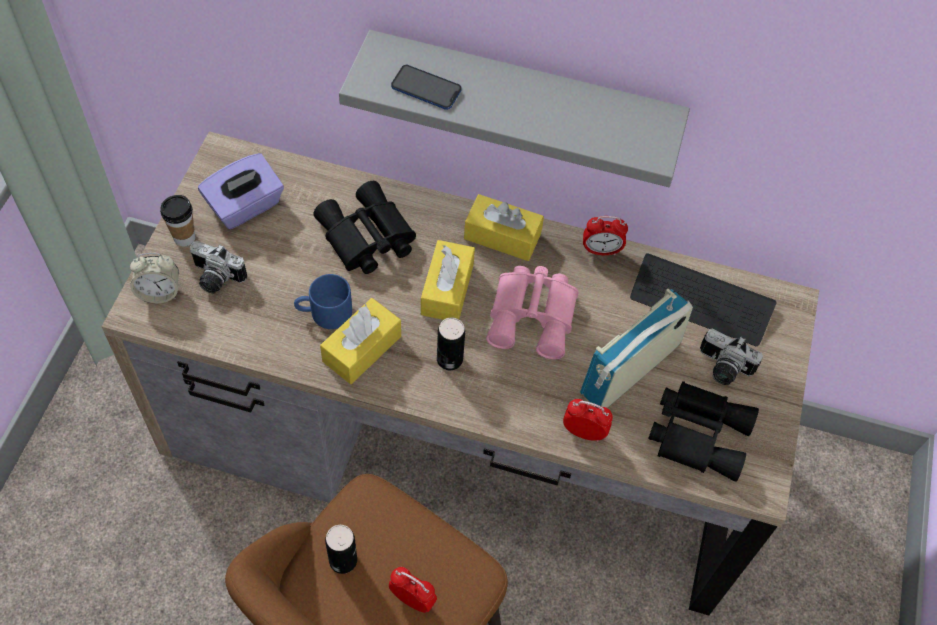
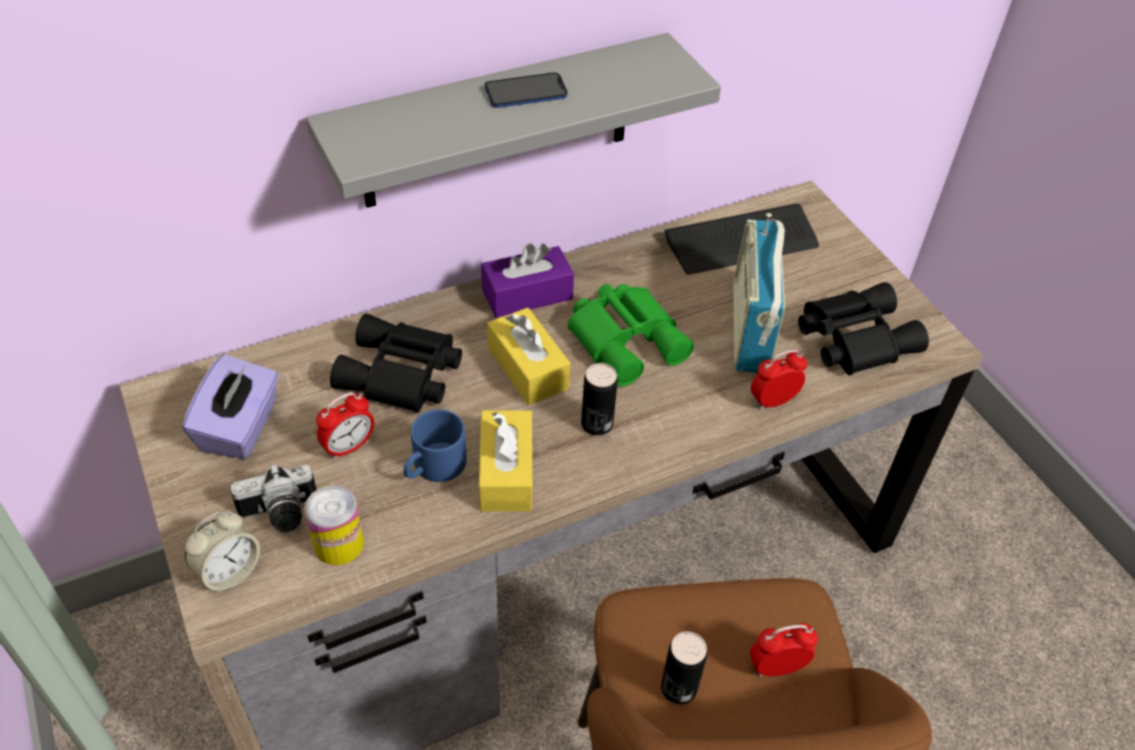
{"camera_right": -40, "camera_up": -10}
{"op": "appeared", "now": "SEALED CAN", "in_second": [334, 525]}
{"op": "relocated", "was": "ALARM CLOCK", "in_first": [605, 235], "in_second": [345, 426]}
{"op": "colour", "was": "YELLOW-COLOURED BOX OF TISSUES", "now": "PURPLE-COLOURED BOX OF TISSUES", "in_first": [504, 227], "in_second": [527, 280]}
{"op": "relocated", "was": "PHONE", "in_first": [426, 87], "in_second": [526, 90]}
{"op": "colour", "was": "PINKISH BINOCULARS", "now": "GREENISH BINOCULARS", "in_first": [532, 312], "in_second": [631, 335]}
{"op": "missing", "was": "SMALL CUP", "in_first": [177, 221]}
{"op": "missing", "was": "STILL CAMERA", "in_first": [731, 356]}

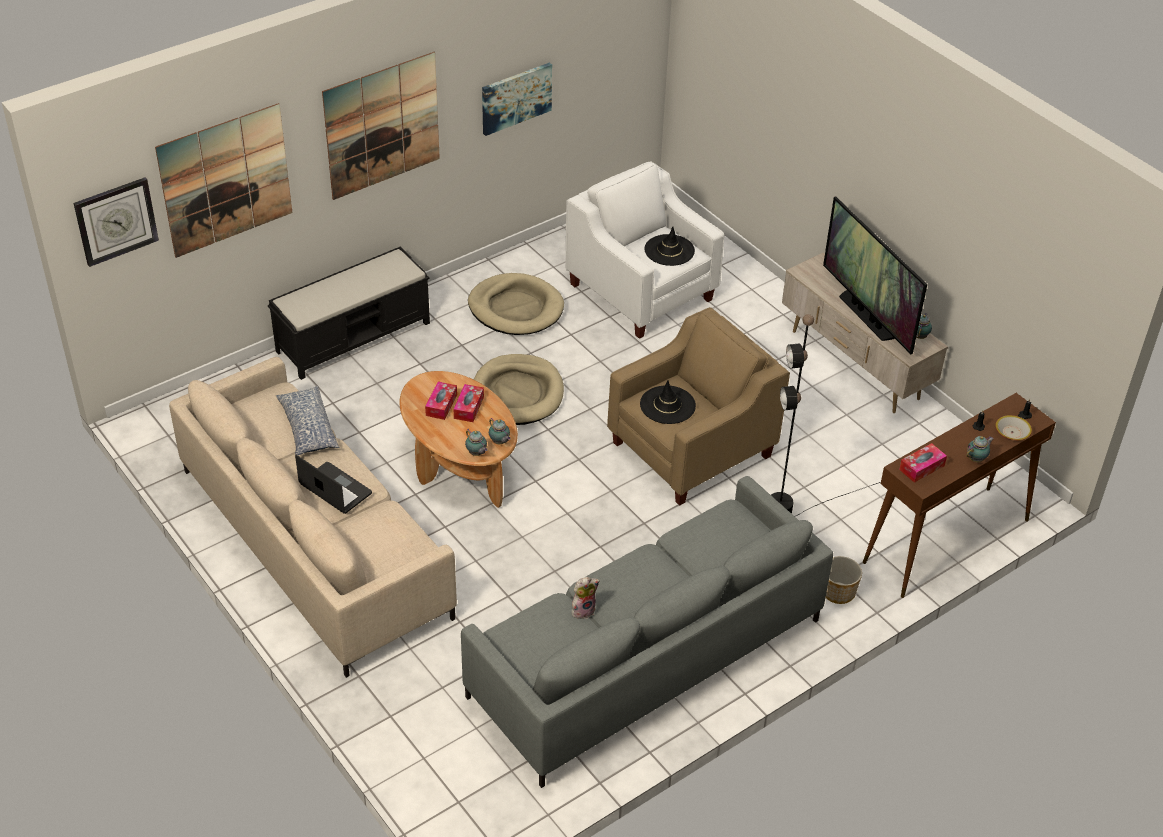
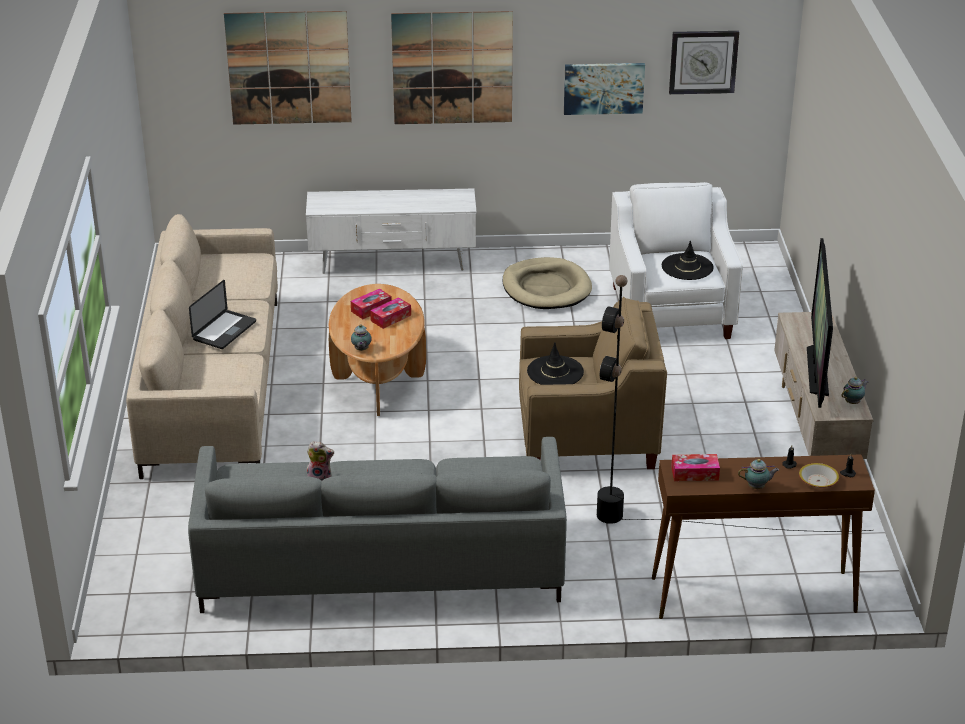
{"camera_right": 35, "camera_up": -10}
{"op": "spun", "was": "LAPTOP", "in_first": [333, 484], "in_second": [222, 314], "clockwise": 45}
{"op": "exchanged", "was": "BLACK-COLOURED BENCH", "now": "WHITE MEDIA CONSOLE", "in_first": [349, 313], "in_second": [391, 231]}
{"op": "relocated", "was": "CLOCK ON THE WALL", "in_first": [116, 222], "in_second": [704, 62]}
{"op": "missing", "was": "CUSHION", "in_first": [307, 420]}
{"op": "missing", "was": "SAND-COLOURED DOG BED", "in_first": [519, 389]}
{"op": "missing", "was": "TEAPOT", "in_first": [500, 431]}
{"op": "missing", "was": "PLANT POT", "in_first": [844, 580]}

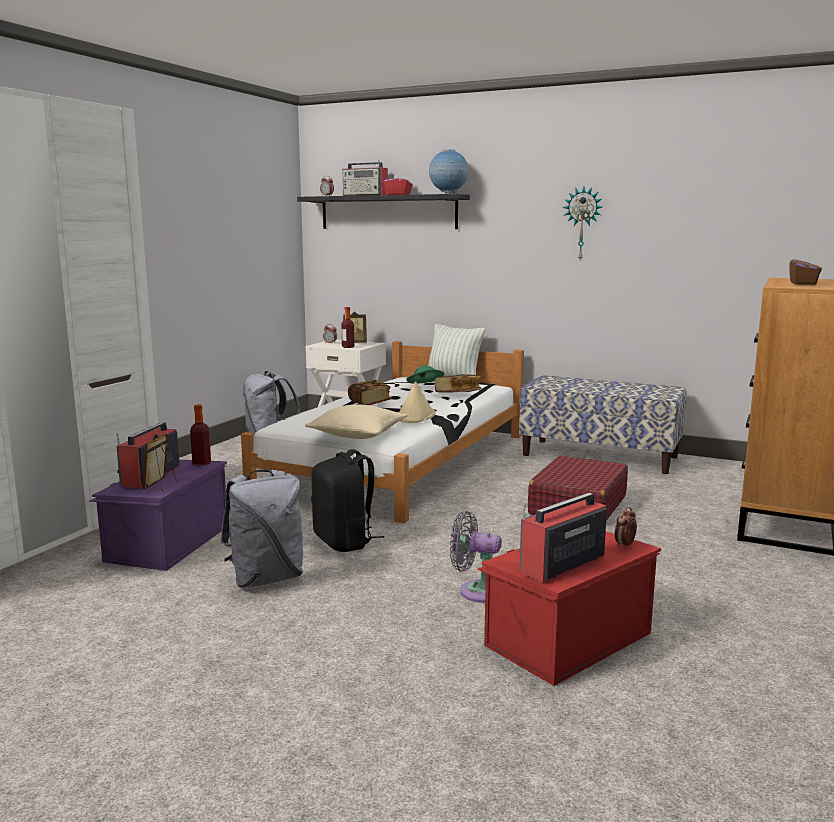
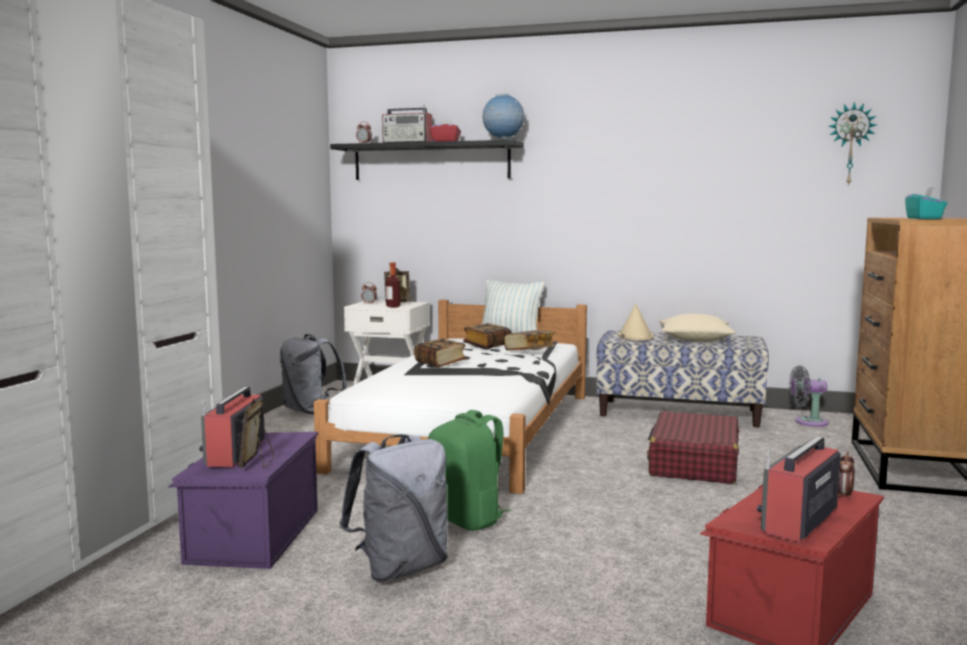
{"camera_right": -10, "camera_up": -5}
{"op": "colour", "was": "BLACK-COLOURED KNAPSACK", "now": "GREENISH KNAPSACK", "in_first": [347, 500], "in_second": [470, 470]}
{"op": "exchanged", "was": "GREENISH CLOTHING HAT", "now": "BOUND BOOK", "in_first": [425, 375], "in_second": [487, 336]}
{"op": "relocated", "was": "SAND-COLOURED CLOTHING HAT", "in_first": [416, 402], "in_second": [636, 322]}
{"op": "relocated", "was": "SAND-COLOURED CUSHION", "in_first": [356, 422], "in_second": [697, 327]}
{"op": "relocated", "was": "GREYISH FAN", "in_first": [476, 557], "in_second": [809, 396]}
{"op": "relocated", "was": "CLOCK ON THE WALL", "in_first": [582, 223], "in_second": [852, 144]}
{"op": "colour", "was": "BROWN BOX OF TISSUES", "now": "TURQUOISE BOX OF TISSUES", "in_first": [805, 269], "in_second": [926, 202]}
{"op": "missing", "was": "BOTTLE", "in_first": [200, 435]}

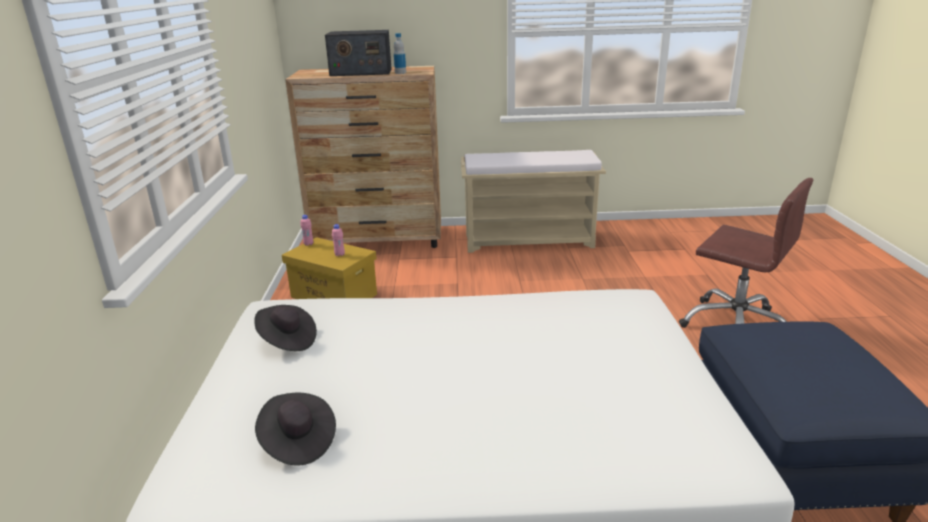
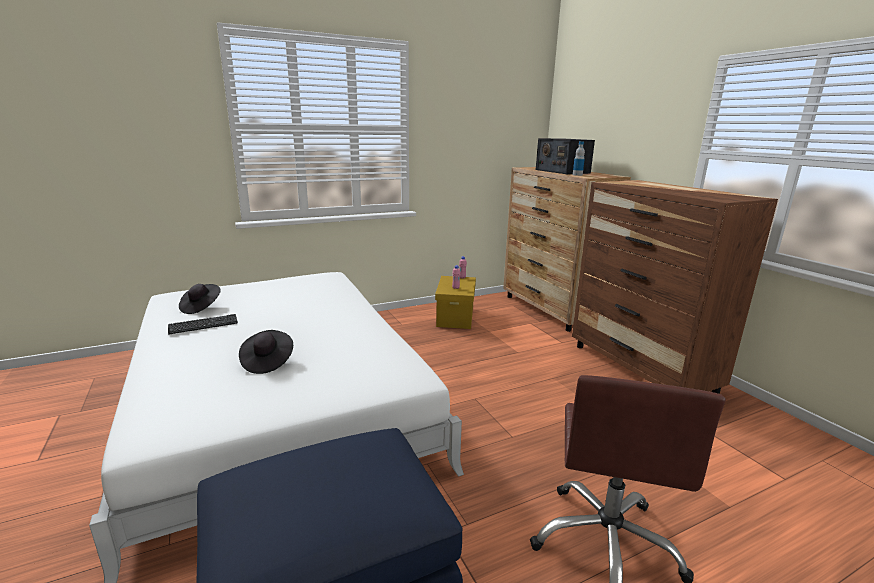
{"camera_right": 65, "camera_up": -5}
{"op": "appeared", "now": "COMPUTER KEYBOARD", "in_second": [203, 324]}
{"op": "relocated", "was": "BLACK-COLOURED CLOTHING HAT", "in_first": [285, 328], "in_second": [266, 352]}
{"op": "exchanged", "was": "SAND-COLOURED BENCH", "now": "BROWN CHEST OF DRAWERS", "in_first": [533, 201], "in_second": [675, 287]}

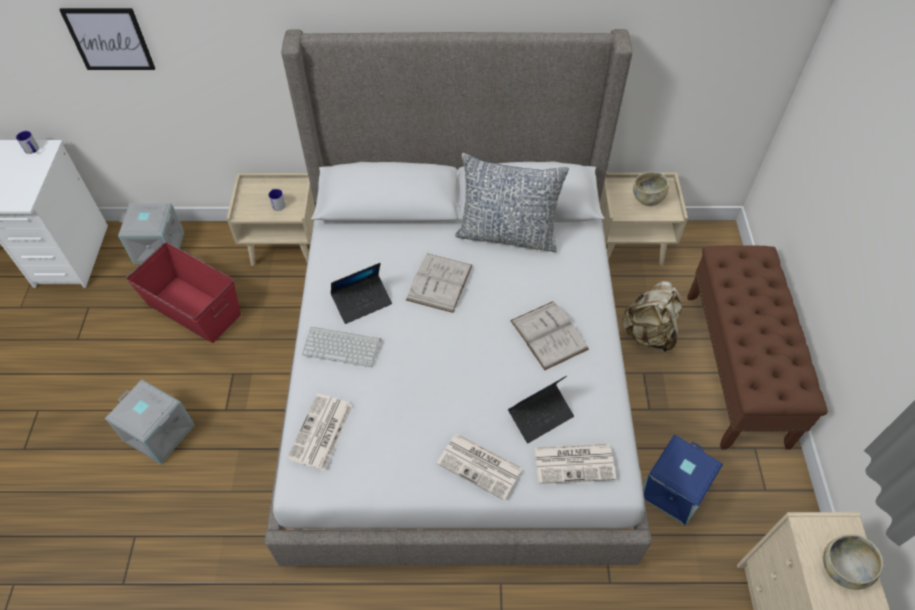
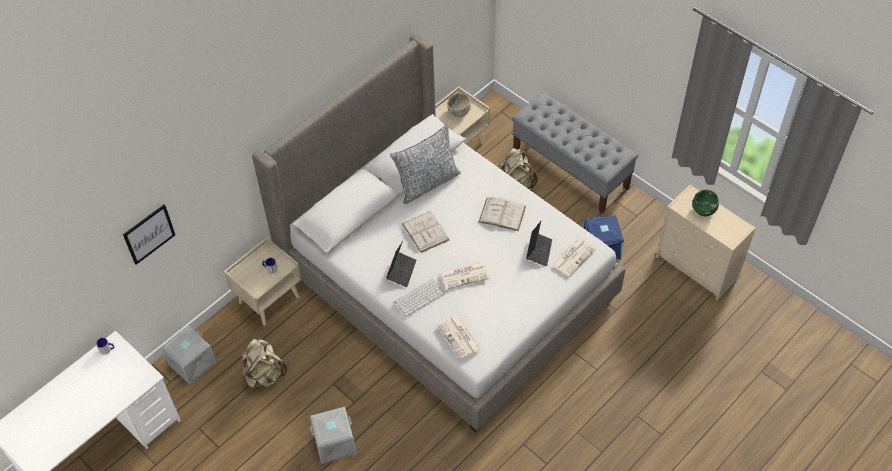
{"camera_right": -45, "camera_up": 0}
{"op": "exchanged", "was": "REDDISH STORAGE BIN", "now": "SAND-COLOURED KNAPSACK", "in_first": [183, 292], "in_second": [264, 363]}
{"op": "relocated", "was": "NEWSPAPER", "in_first": [480, 467], "in_second": [465, 275]}
{"op": "colour", "was": "BROWN BENCH", "now": "GREYISH BENCH", "in_first": [757, 347], "in_second": [575, 153]}
{"op": "colour", "was": "SAND-COLOURED DEEP DISH", "now": "GREENISH DEEP DISH", "in_first": [853, 562], "in_second": [705, 203]}

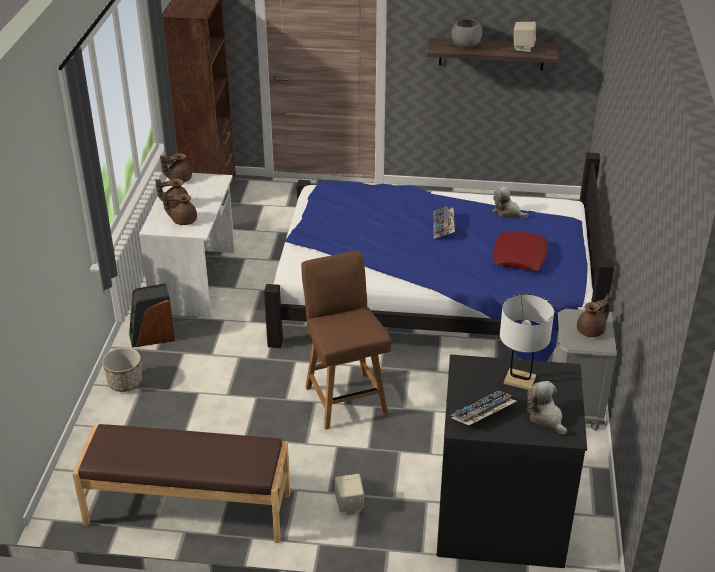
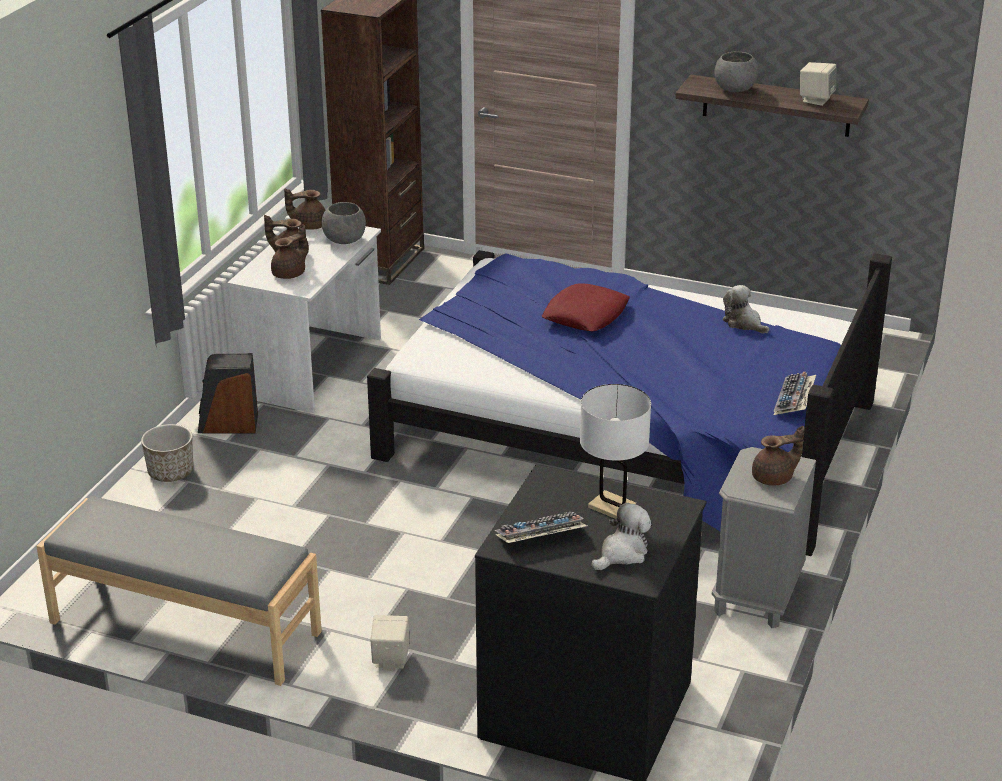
{"camera_right": 15, "camera_up": -5}
{"op": "colour", "was": "BROWN BENCH", "now": "GREYISH BENCH", "in_first": [181, 483], "in_second": [179, 591]}
{"op": "spun", "was": "BROWN TEAPOT", "in_first": [179, 208], "in_second": [289, 251], "clockwise": 120}
{"op": "appeared", "now": "GREYISH DEEP DISH", "in_second": [344, 223]}
{"op": "relocated", "was": "REDDISH CUSHION", "in_first": [520, 251], "in_second": [585, 307]}
{"op": "spun", "was": "PLUSH TOY", "in_first": [546, 408], "in_second": [621, 536], "clockwise": 60}
{"op": "relocated", "was": "COMPUTER KEYBOARD", "in_first": [444, 222], "in_second": [795, 393]}
{"op": "missing", "was": "BROWN UPRIGHT CHAIR", "in_first": [346, 340]}

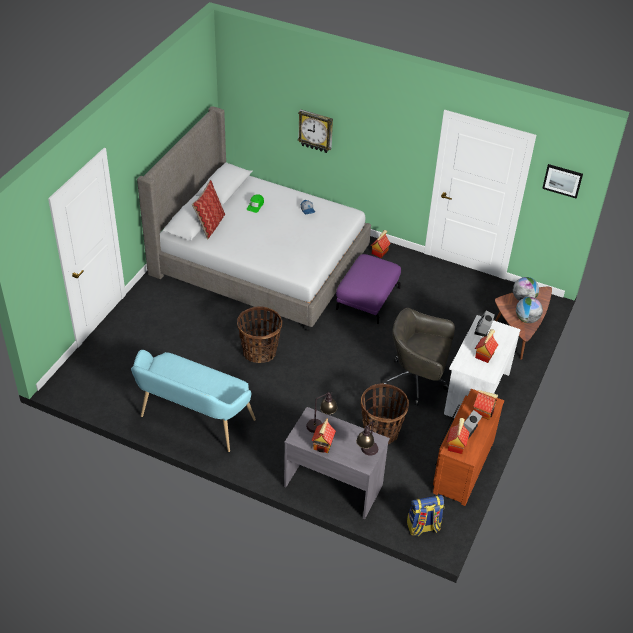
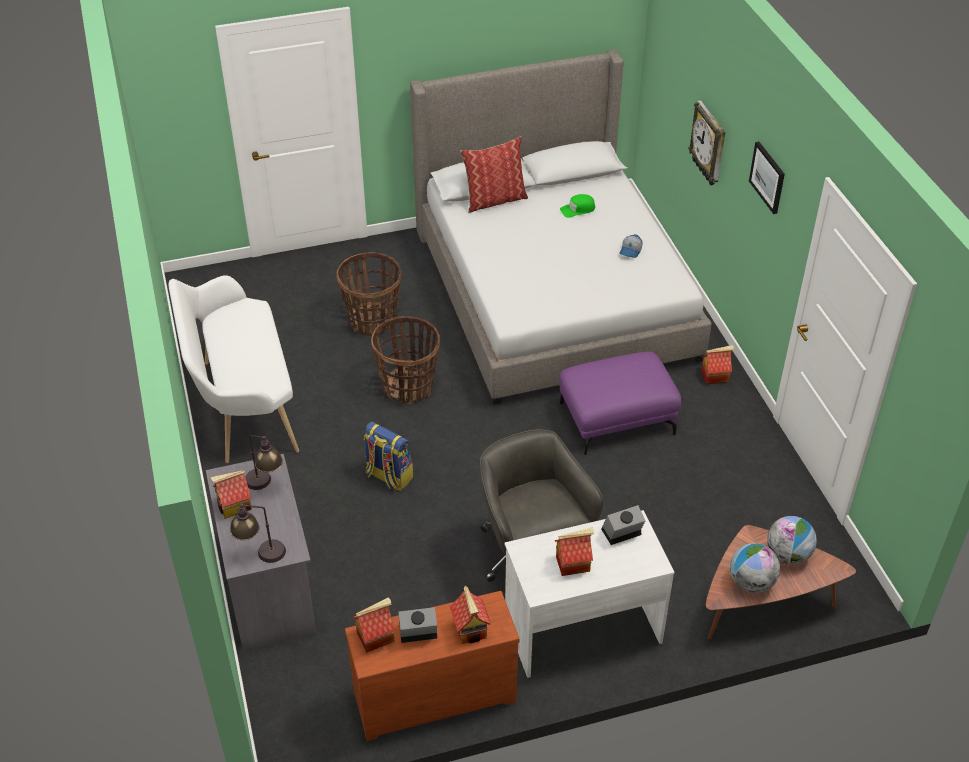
{"camera_right": 50, "camera_up": 0}
{"op": "colour", "was": "TURQUOISE BENCH", "now": "WHITE BENCH", "in_first": [193, 401], "in_second": [234, 369]}
{"op": "relocated", "was": "BASKET", "in_first": [385, 413], "in_second": [369, 294]}
{"op": "relocated", "was": "KNAPSACK", "in_first": [425, 515], "in_second": [388, 456]}
{"op": "relocated", "was": "WALL ART", "in_first": [562, 181], "in_second": [767, 178]}

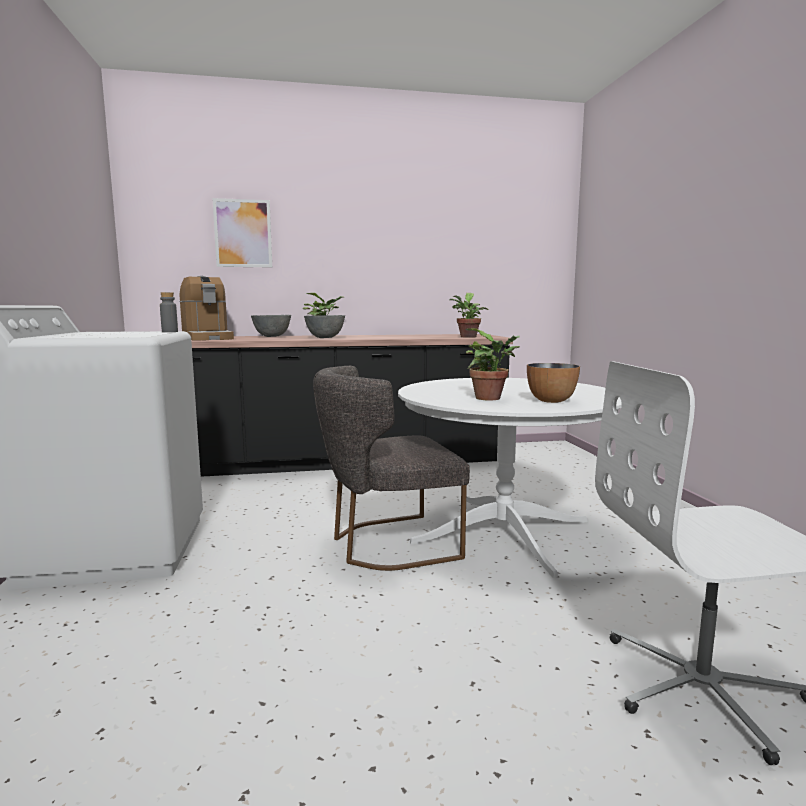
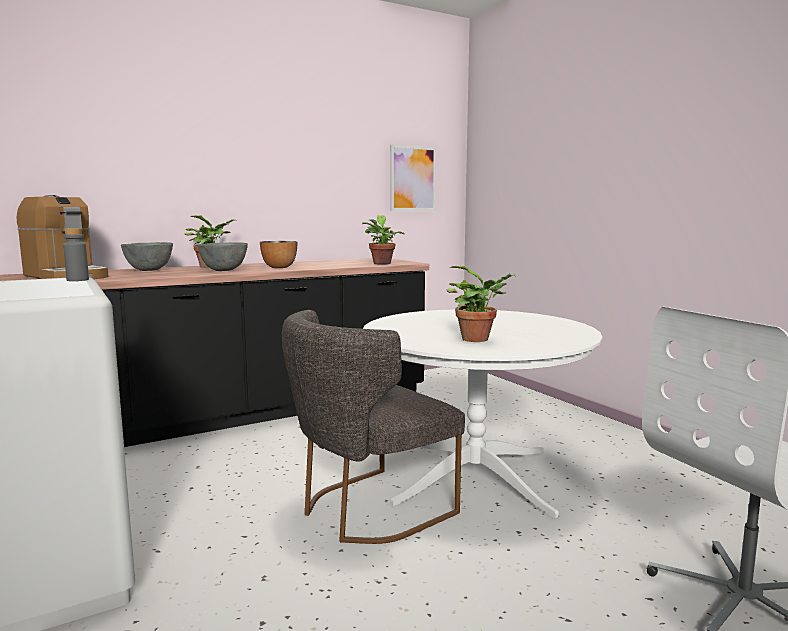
{"camera_right": -20, "camera_up": 0}
{"op": "relocated", "was": "DEEP DISH", "in_first": [553, 383], "in_second": [278, 254]}
{"op": "relocated", "was": "WALL ART", "in_first": [242, 232], "in_second": [413, 178]}

